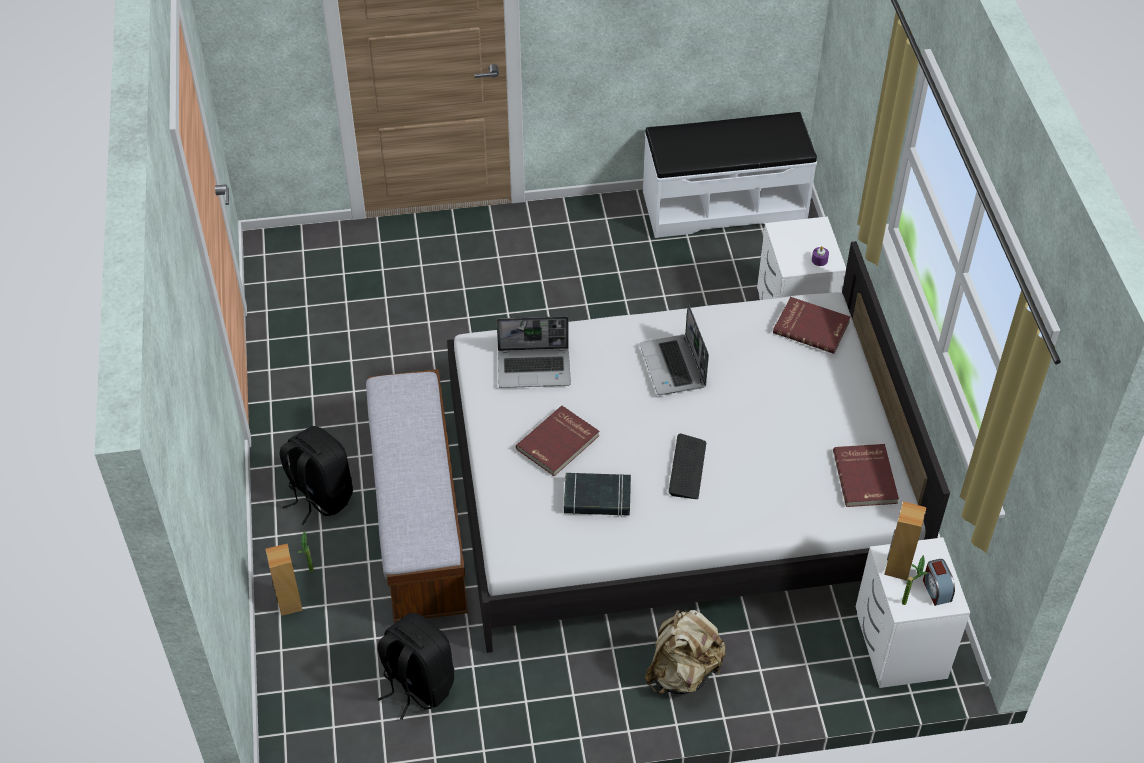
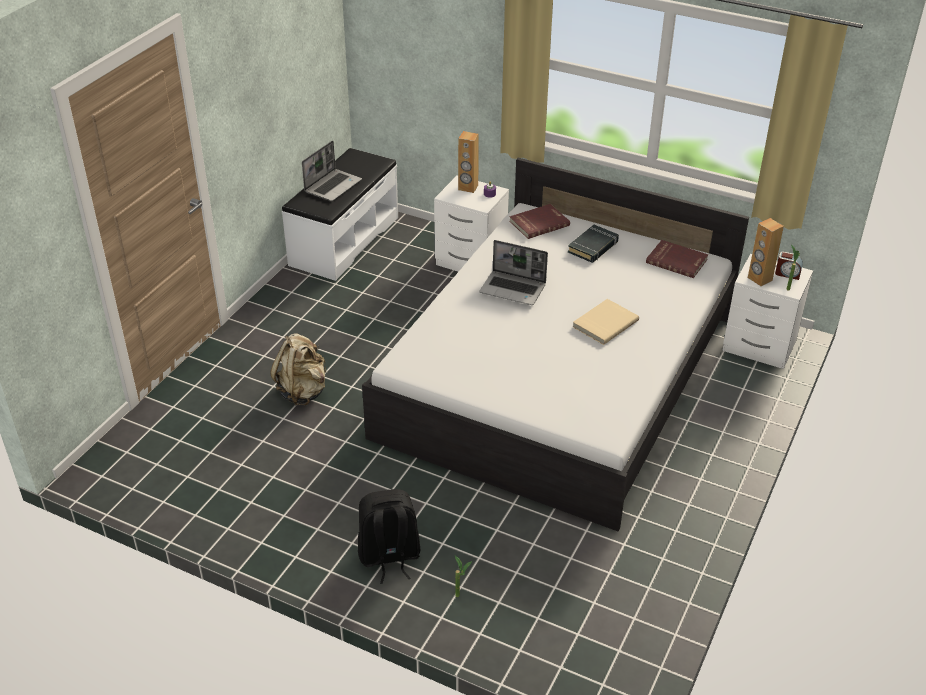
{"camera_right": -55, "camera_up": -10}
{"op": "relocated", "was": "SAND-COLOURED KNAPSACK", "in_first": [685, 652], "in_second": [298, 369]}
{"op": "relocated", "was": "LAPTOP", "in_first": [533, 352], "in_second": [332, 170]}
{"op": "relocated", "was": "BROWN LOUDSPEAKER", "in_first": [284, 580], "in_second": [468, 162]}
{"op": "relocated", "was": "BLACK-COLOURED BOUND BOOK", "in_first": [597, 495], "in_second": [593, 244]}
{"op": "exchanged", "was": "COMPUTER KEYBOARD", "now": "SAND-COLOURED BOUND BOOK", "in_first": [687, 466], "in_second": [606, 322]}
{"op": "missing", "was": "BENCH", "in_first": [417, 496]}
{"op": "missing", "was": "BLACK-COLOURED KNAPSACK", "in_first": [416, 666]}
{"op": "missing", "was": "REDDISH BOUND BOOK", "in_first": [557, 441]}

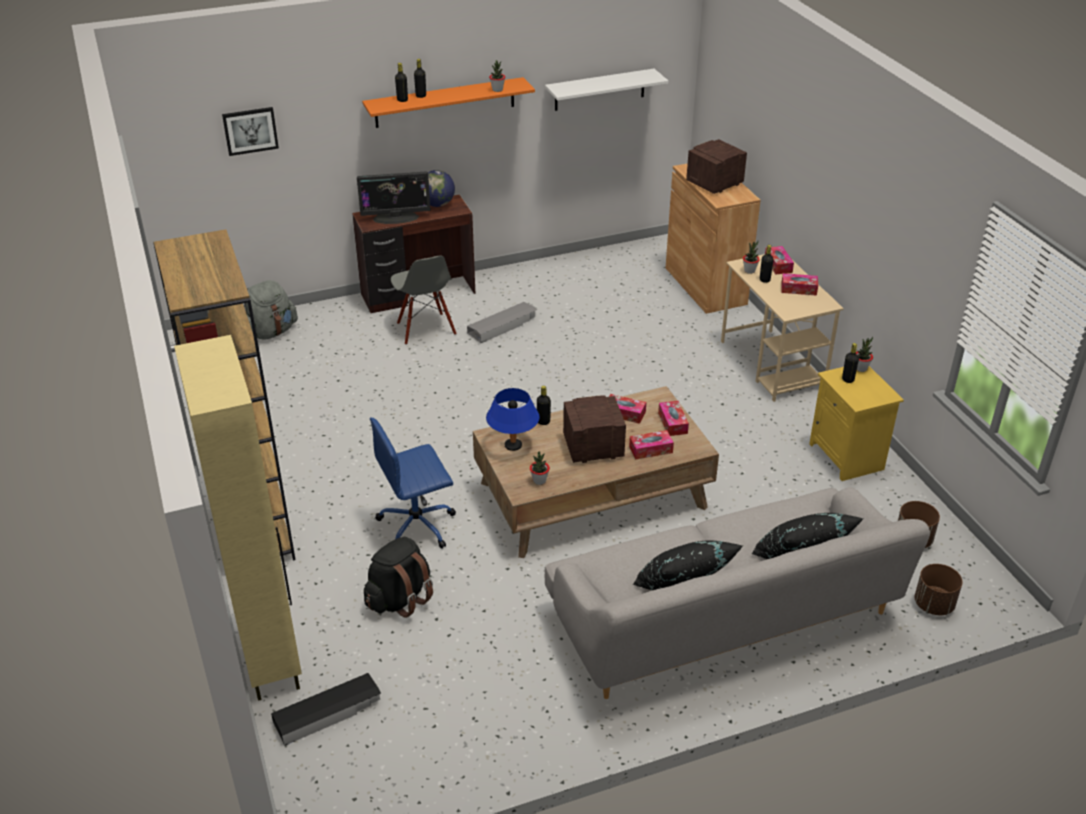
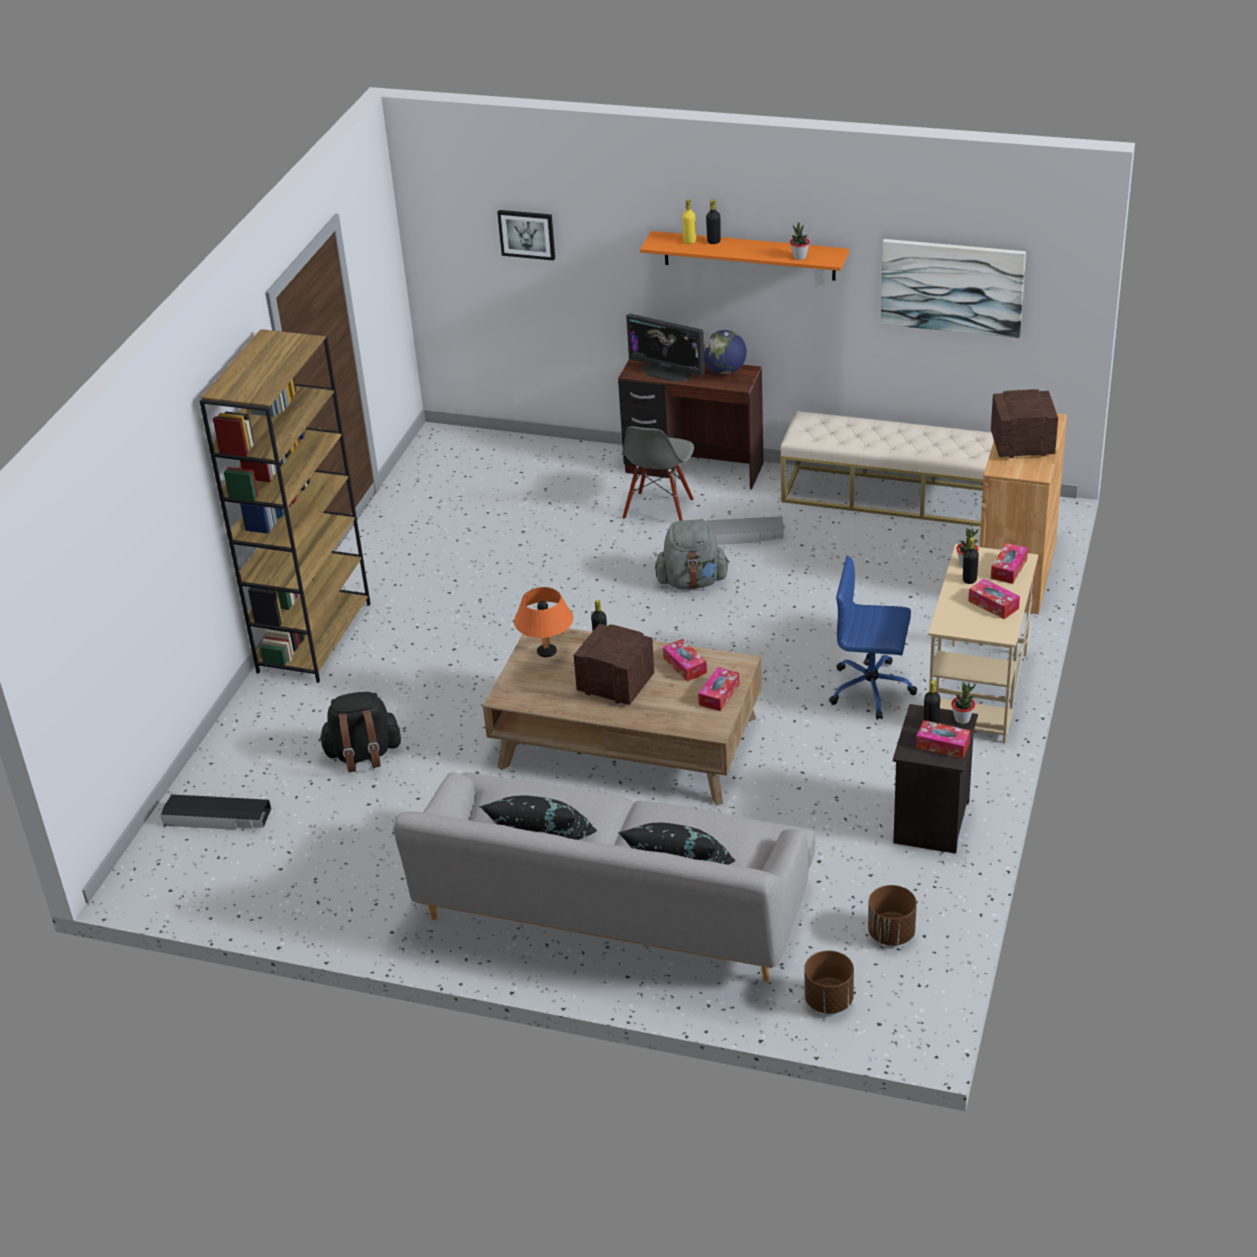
{"camera_right": 40, "camera_up": 0}
{"op": "colour", "was": "BLUISH LAMP FOR A TABLE", "now": "ORANGE LAMP FOR A TABLE", "in_first": [512, 419], "in_second": [543, 622]}
{"op": "relocated", "was": "GREYISH KNAPSACK", "in_first": [271, 310], "in_second": [692, 554]}
{"op": "colour", "was": "BLACK-COLOURED BOTTLE", "now": "YELLOW-COLOURED BOTTLE", "in_first": [401, 82], "in_second": [689, 221]}
{"op": "appeared", "now": "SAND-COLOURED BENCH", "in_second": [887, 469]}
{"op": "relocated", "was": "BLUISH OFFICE CHAIR", "in_first": [413, 483], "in_second": [873, 638]}
{"op": "exchanged", "was": "WHITE SHELF", "now": "WALL ART", "in_first": [606, 90], "in_second": [953, 288]}
{"op": "colour", "was": "YELLOW-COLOURED NIGHT TABLE", "now": "BLACK-COLOURED NIGHT TABLE", "in_first": [856, 423], "in_second": [935, 779]}
{"op": "relocated", "was": "BOX OF TISSUES", "in_first": [651, 444], "in_second": [943, 739]}
{"op": "missing", "was": "SAND-COLOURED CABINET", "in_first": [238, 518]}
{"op": "missing", "was": "HOUSEPLANT", "in_first": [540, 468]}

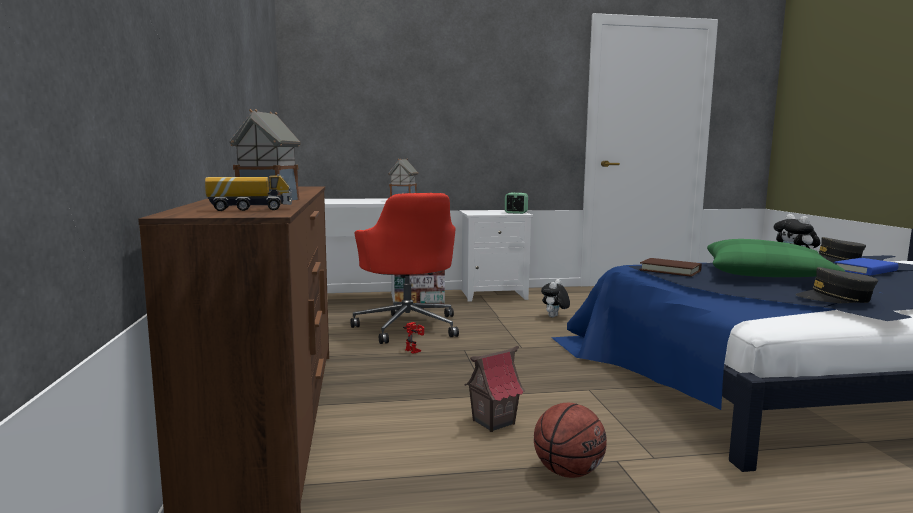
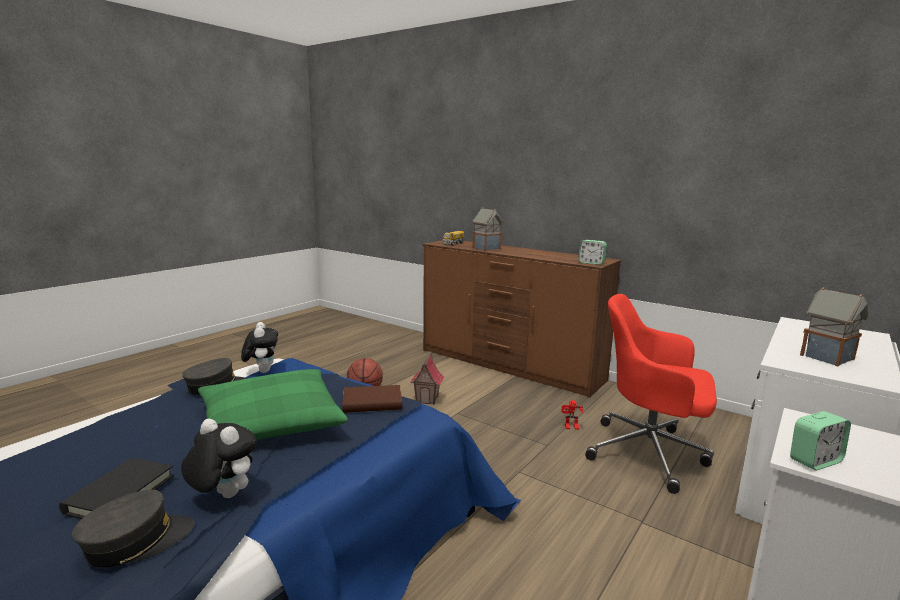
{"camera_right": 135, "camera_up": 5}
{"op": "colour", "was": "BLUISH BOUND BOOK", "now": "BLACK-COLOURED BOUND BOOK", "in_first": [866, 266], "in_second": [116, 488]}
{"op": "relocated", "was": "PLUSH TOY", "in_first": [555, 298], "in_second": [259, 347]}
{"op": "appeared", "now": "ALARM CLOCK", "in_second": [592, 252]}

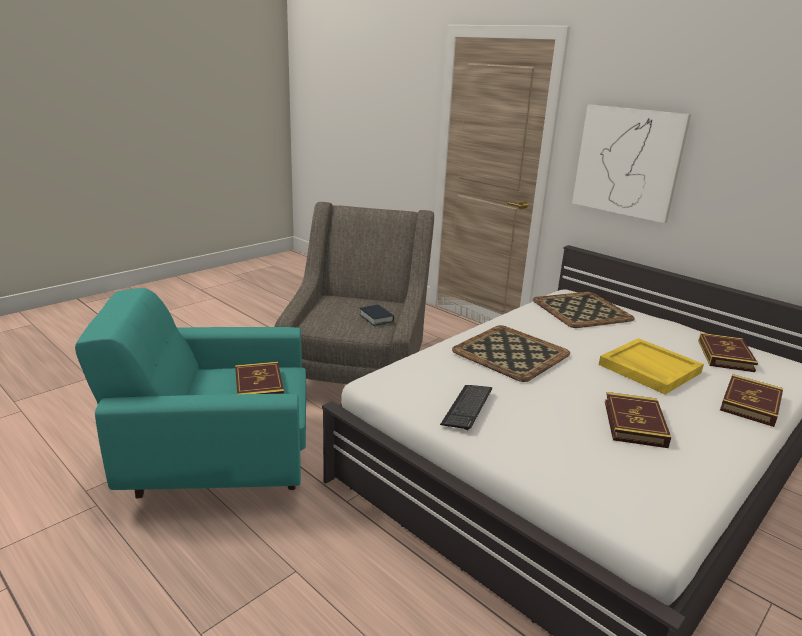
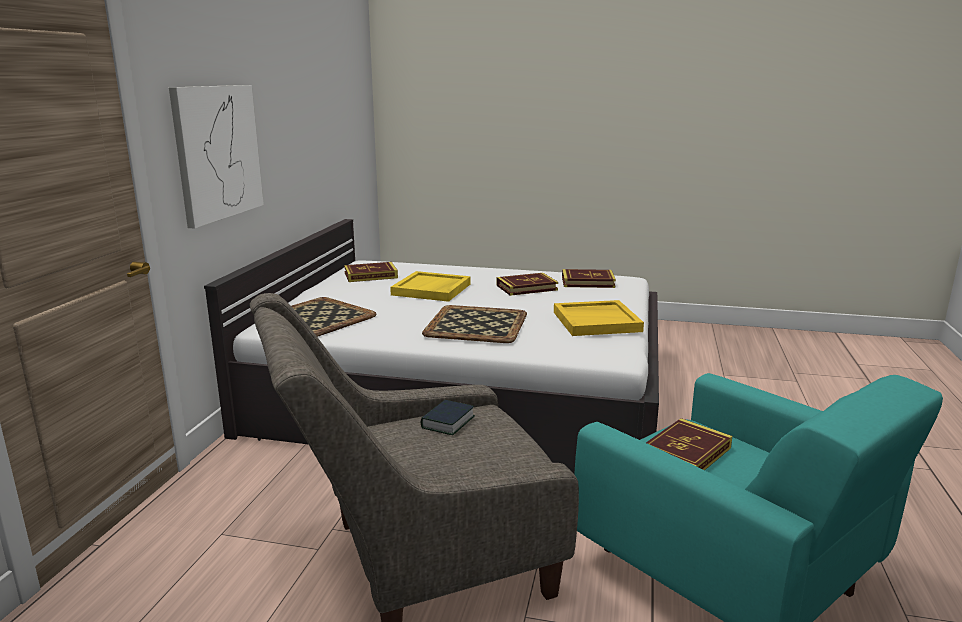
{"camera_right": -120, "camera_up": -5}
{"op": "exchanged", "was": "COMPUTER KEYBOARD", "now": "YELLOW-COLOURED CARRYING TRAY", "in_first": [466, 407], "in_second": [599, 318]}
{"op": "relocated", "was": "BOUND BOOK", "in_first": [751, 400], "in_second": [589, 278]}

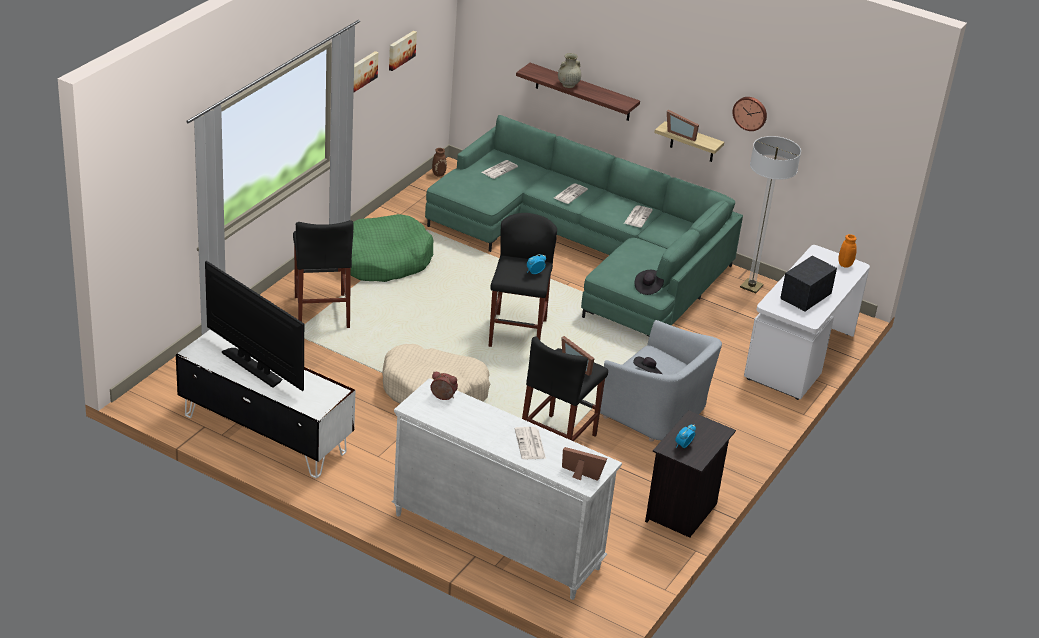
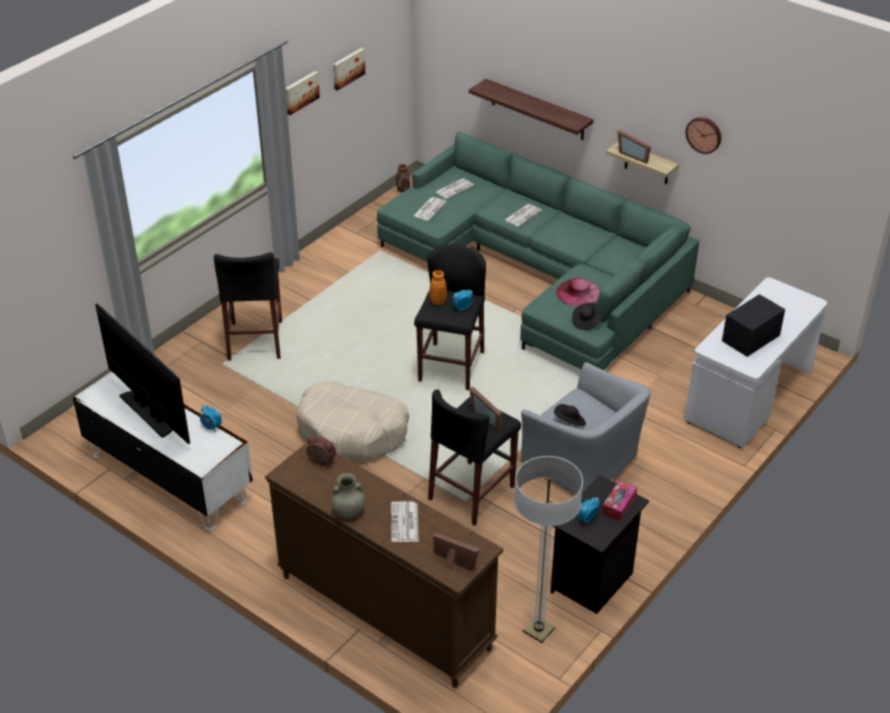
{"camera_right": 10, "camera_up": 5}
{"op": "appeared", "now": "ALARM CLOCK", "in_second": [211, 419]}
{"op": "colour", "was": "WHITE CHEST OF DRAWERS", "now": "BROWN CHEST OF DRAWERS", "in_first": [507, 489], "in_second": [384, 565]}
{"op": "relocated", "was": "SAND-COLOURED DECORATIVE VASE", "in_first": [569, 70], "in_second": [348, 496]}
{"op": "relocated", "was": "NEWSPAPER", "in_first": [638, 216], "in_second": [430, 209]}
{"op": "relocated", "was": "ORANGE DECORATIVE VASE", "in_first": [847, 250], "in_second": [438, 287]}
{"op": "relocated", "was": "STANDING LAMP", "in_first": [770, 214], "in_second": [548, 549]}
{"op": "appeared", "now": "PINKISH CLOTHING HAT", "in_second": [578, 292]}
{"op": "appeared", "now": "BOX OF TISSUES", "in_second": [619, 501]}
{"op": "missing", "was": "GREENISH DOG BED", "in_first": [392, 248]}

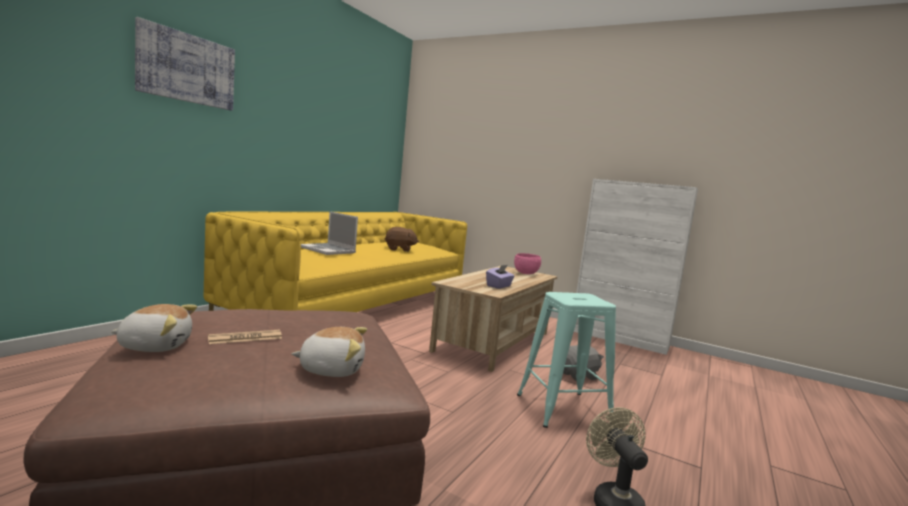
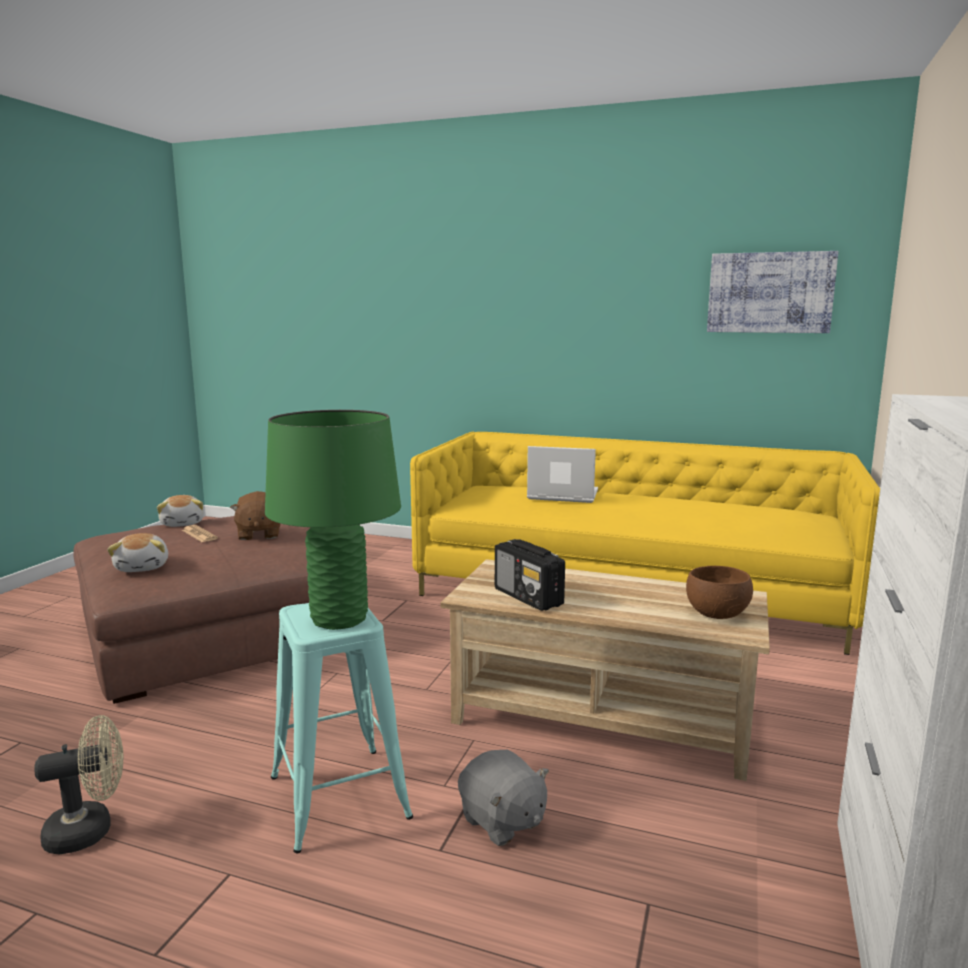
{"camera_right": 80, "camera_up": 5}
{"op": "relocated", "was": "BROWN PLUSH TOY", "in_first": [402, 239], "in_second": [255, 515]}
{"op": "appeared", "now": "GREENISH LAMP FOR A TABLE", "in_second": [333, 520]}
{"op": "exchanged", "was": "PURPLE-COLOURED BOX OF TISSUES", "now": "RADIO", "in_first": [500, 277], "in_second": [530, 575]}
{"op": "spun", "was": "LAPTOP", "in_first": [329, 233], "in_second": [562, 474], "clockwise": 75}
{"op": "colour", "was": "PINKISH DEEP DISH", "now": "BROWN DEEP DISH", "in_first": [527, 263], "in_second": [719, 592]}
{"op": "relocated", "was": "WALL ART", "in_first": [185, 64], "in_second": [772, 292]}

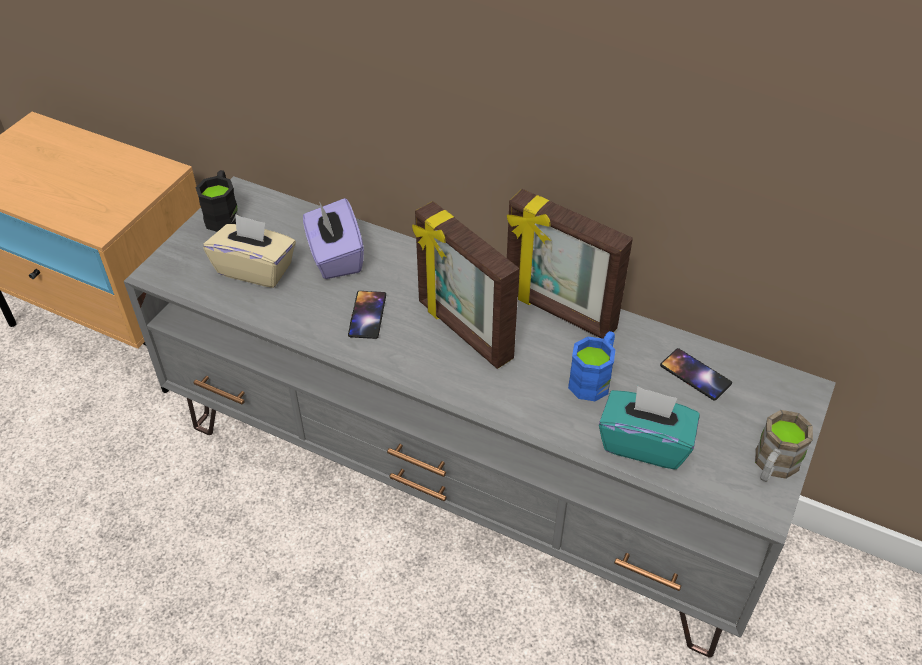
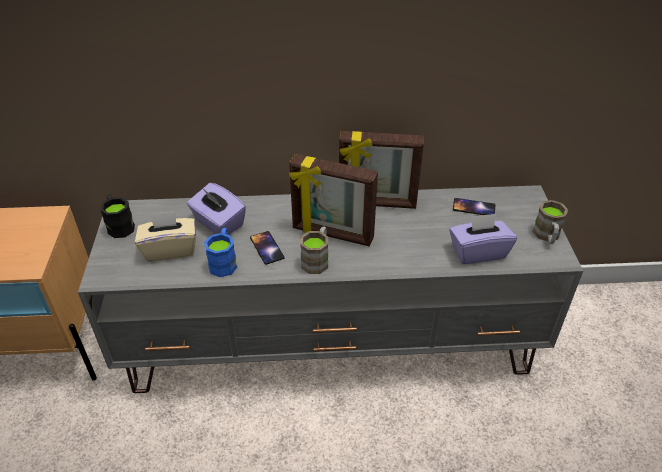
{"camera_right": -30, "camera_up": -5}
{"op": "relocated", "was": "BLUISH MUG", "in_first": [592, 366], "in_second": [220, 252]}
{"op": "appeared", "now": "BROWN MUG", "in_second": [314, 250]}
{"op": "colour", "was": "TURQUOISE BOX OF TISSUES", "now": "PURPLE-COLOURED BOX OF TISSUES", "in_first": [649, 428], "in_second": [483, 239]}

